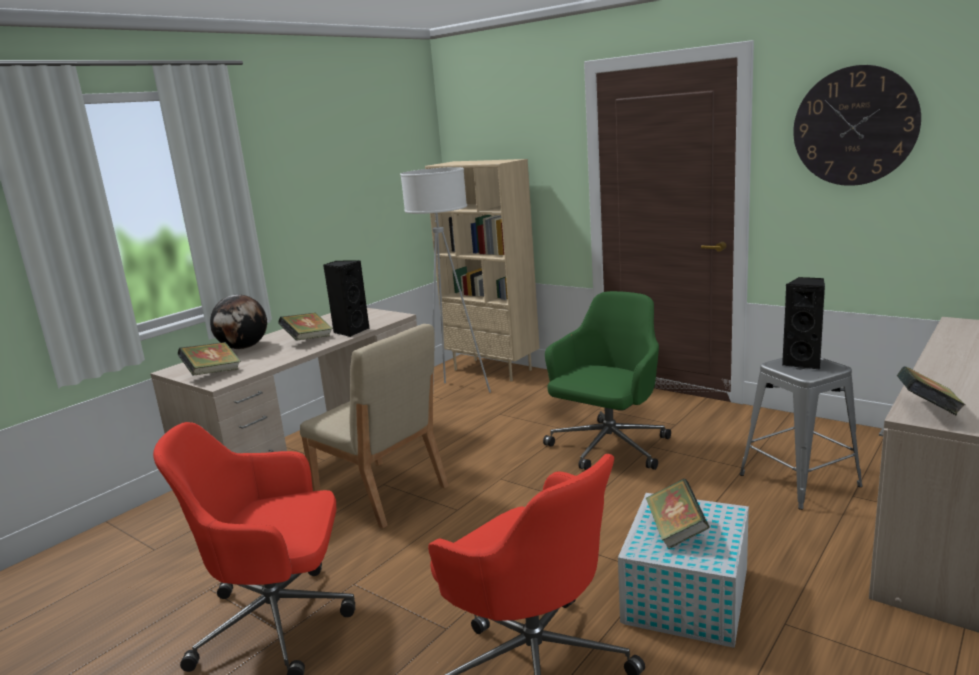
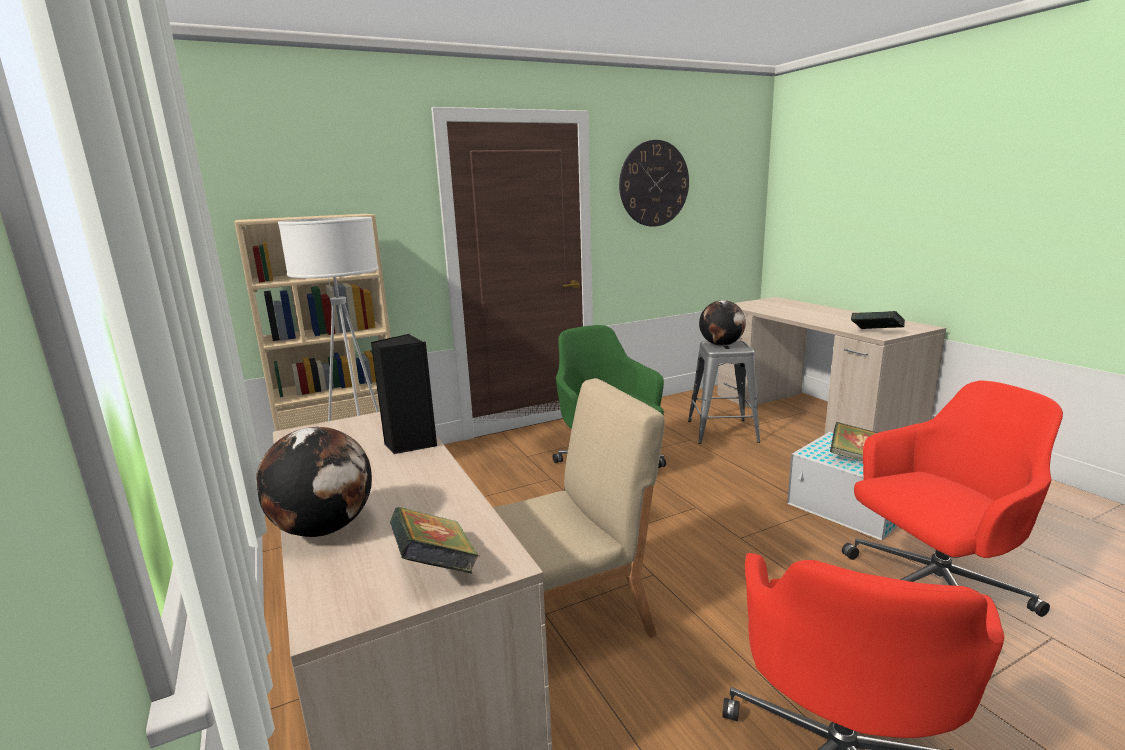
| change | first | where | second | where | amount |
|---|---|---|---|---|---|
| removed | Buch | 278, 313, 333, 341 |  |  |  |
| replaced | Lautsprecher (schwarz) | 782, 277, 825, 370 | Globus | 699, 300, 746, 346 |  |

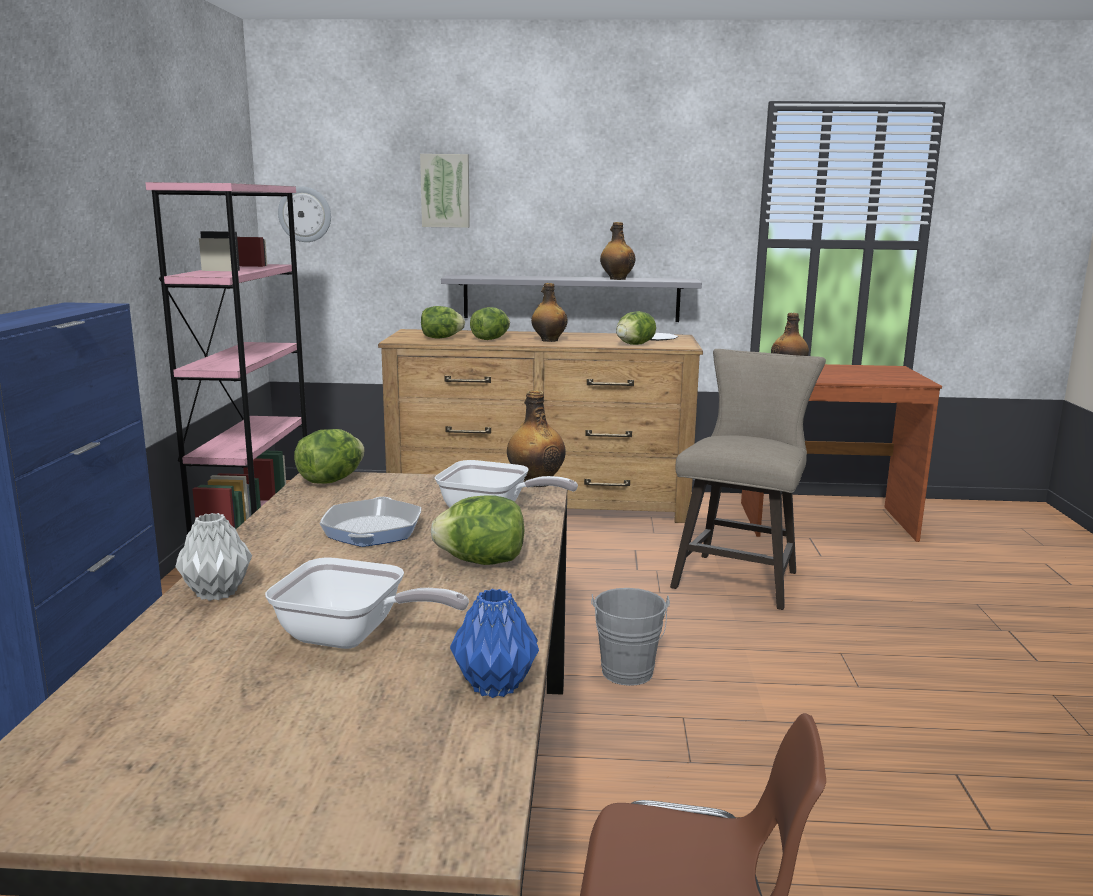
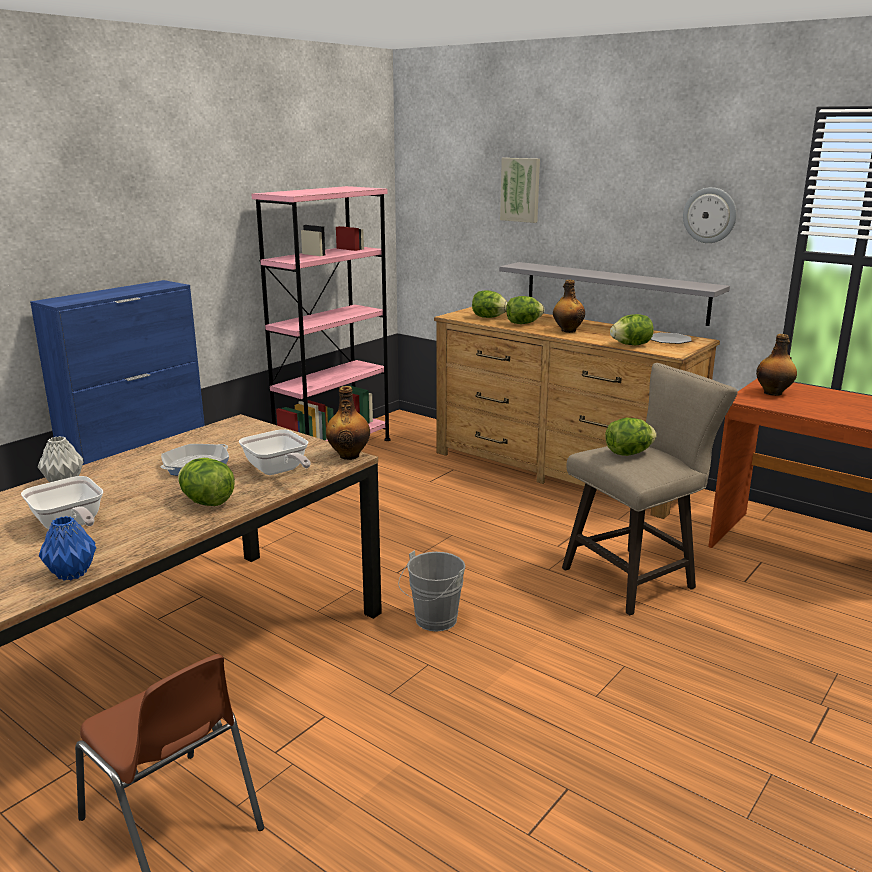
| change | first | where | second | where | amount |
|---|---|---|---|---|---|
| moved | Wanduhr | 278, 187, 331, 242 |  | 683, 187, 737, 243 |  |
| moved | Salatkopf | 294, 429, 365, 483 |  | 605, 418, 657, 456 |  |
| removed | Flasche | 600, 222, 635, 280 |  |  |  |

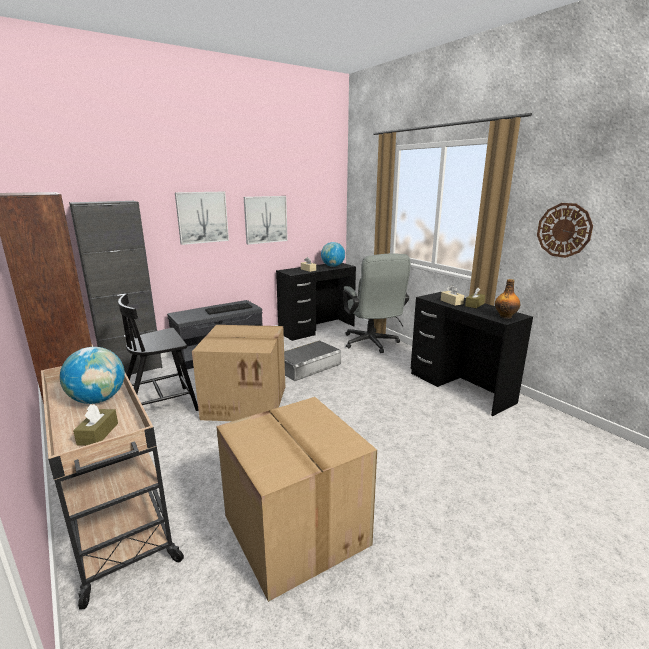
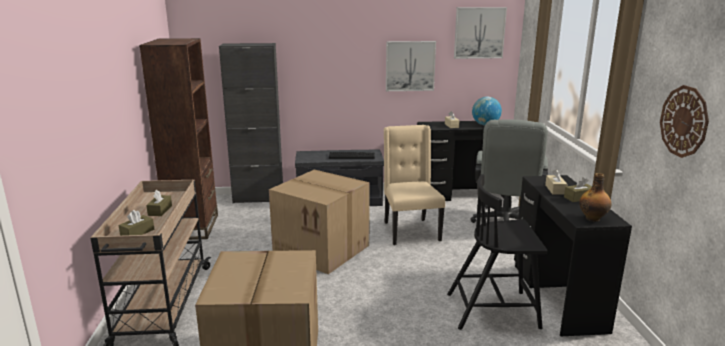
| change | first | where | second | where | amount |
|---|---|---|---|---|---|
| replaced | Globus | 60, 347, 125, 404 | Taschentuchbox (braun) | 146, 190, 172, 216 |  |
| moved | Stuhl (schwarz) | 118, 294, 199, 411 |  | 447, 174, 548, 330 |  |
| moved | Bild | 175, 192, 229, 245 |  | 454, 7, 507, 59 |  |
| replaced | Aufbewahrungsbox (grau) | 284, 341, 341, 381 | Stuhl (beige) | 384, 125, 445, 245 |  |

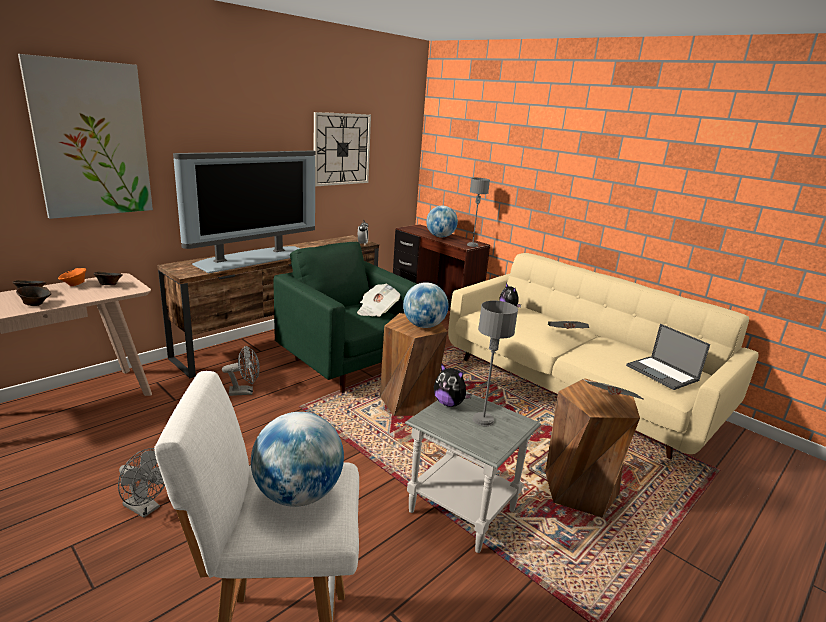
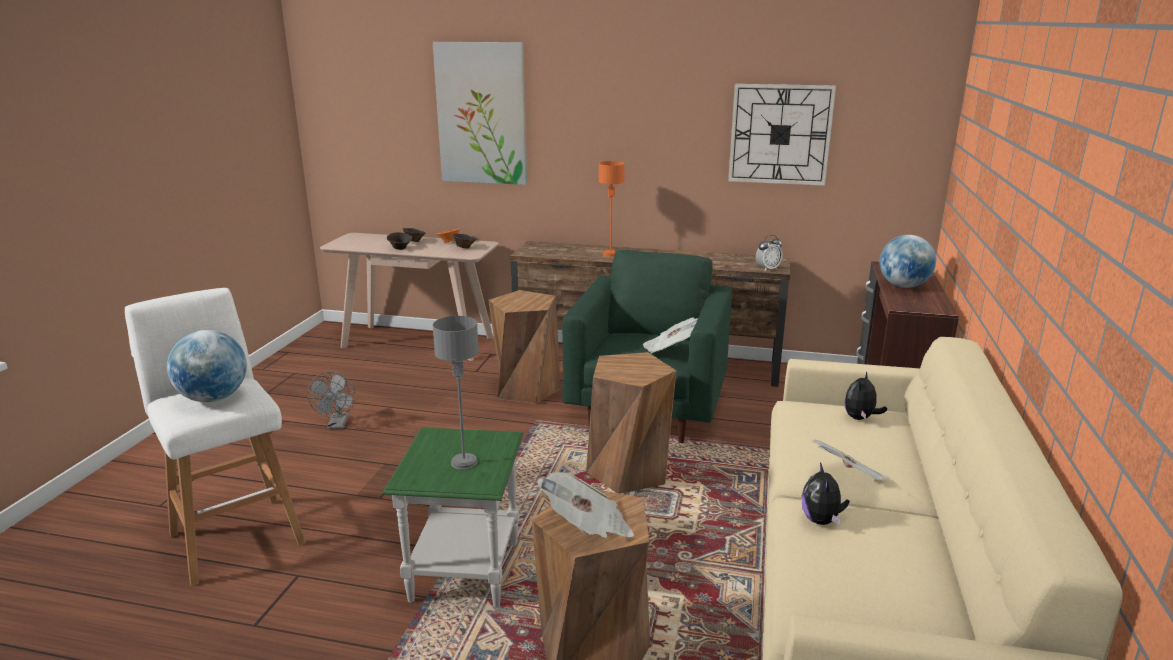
| change | first | where | second | where | amount |
|---|---|---|---|---|---|
| replaced | Fernseher | 173, 151, 315, 273 | Tischlampe (orange) | 599, 161, 625, 257 |  |
| replaced | Ventilator (grau) | 222, 345, 260, 396 | Hocker (braun) | 489, 290, 561, 404 |  |
| removed | Globus | 403, 282, 448, 328 |  |  |  |
| recoloured | Beistelltisch (grau) | 405, 392, 541, 553 | Beistelltisch (grün) | 382, 427, 524, 607 |  |
| moved | Plüschtier | 434, 363, 472, 407 |  | 802, 462, 850, 525 |  |
| removed | Tischlampe (grau) | 467, 178, 490, 247 |  |  |  |
| removed | Laptop | 626, 324, 710, 390 |  |  |  |

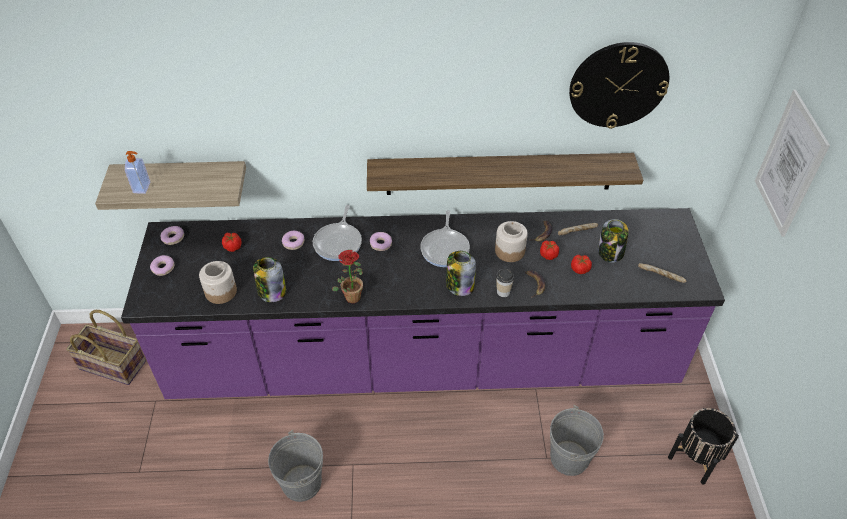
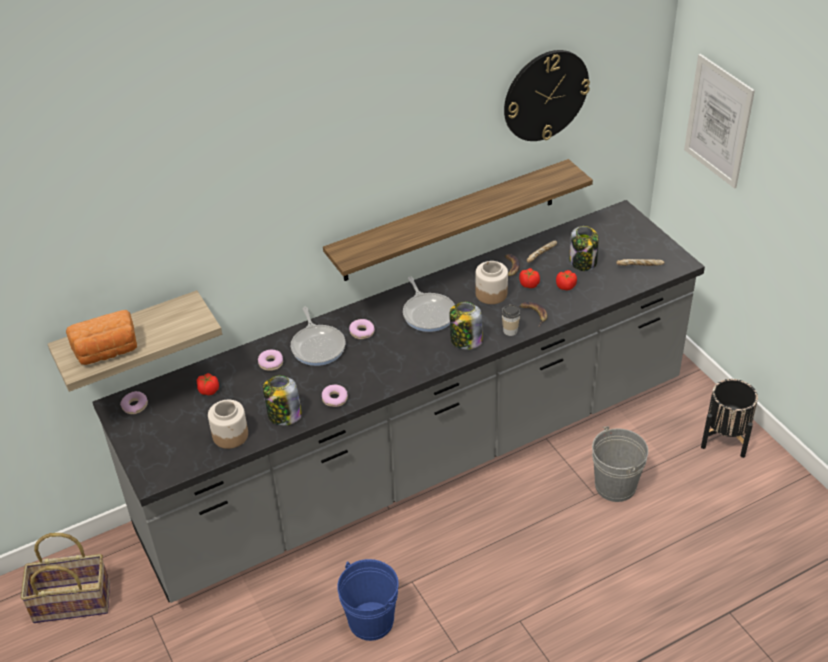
| change | first | where | second | where | amount |
|---|---|---|---|---|---|
| recoloured | Küchenzeile (lila) | 121, 208, 725, 399 | Küchenzeile (grau) | 92, 200, 705, 603 |  |
| replaced | Seifenspender | 125, 151, 150, 194 | Brot | 66, 310, 137, 365 |  |
| moved | Donut | 150, 255, 174, 276 |  | 322, 385, 348, 407 |  |
| recoloured | Eimer (grau) | 268, 430, 323, 502 | Eimer (blau) | 337, 559, 399, 641 |  |
| removed | Topfpflanze | 332, 250, 363, 303 |  |  |  |

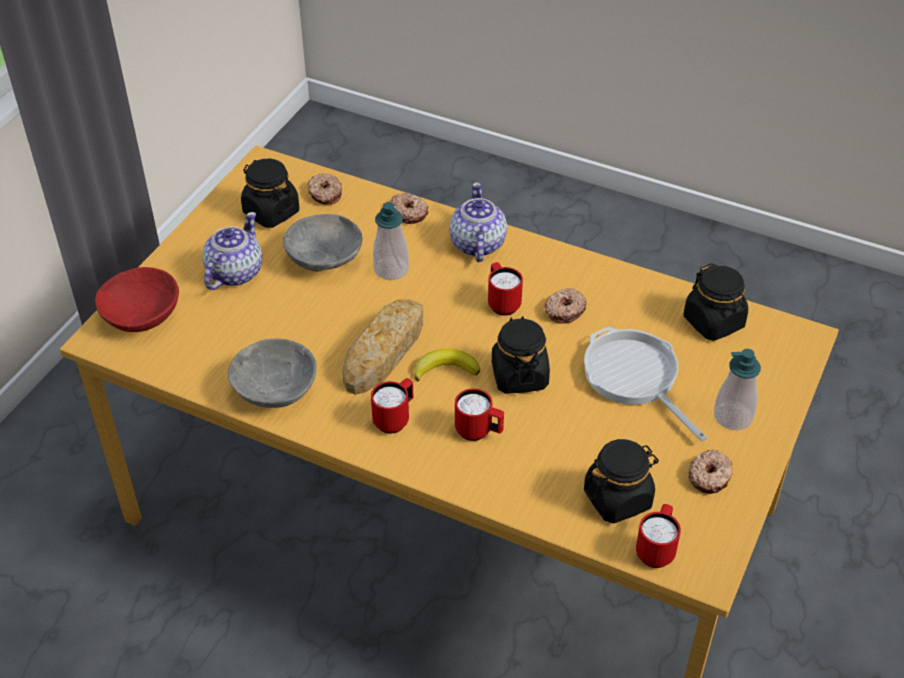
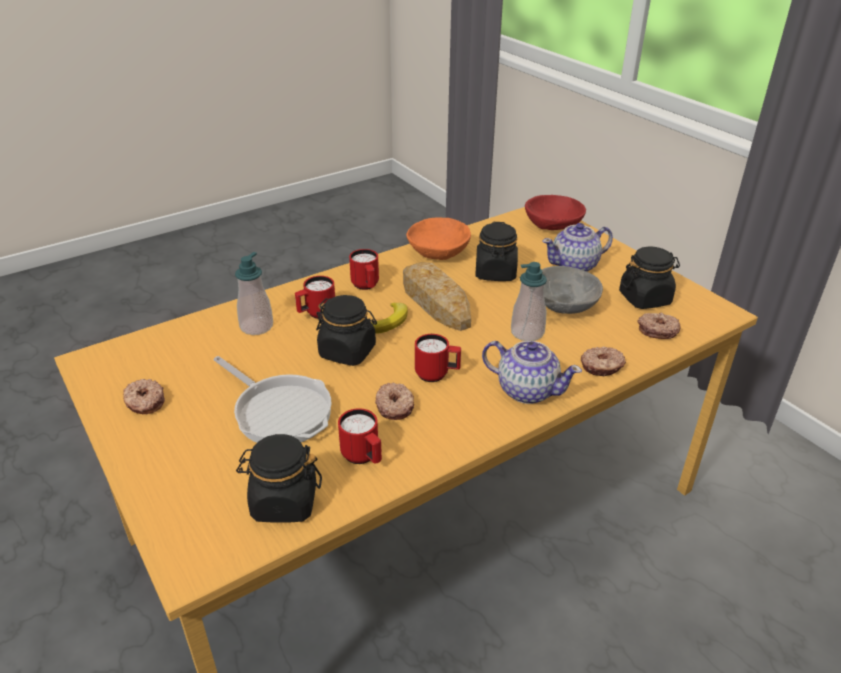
| change | first | where | second | where | amount |
|---|---|---|---|---|---|
| turned | Teekanne | 202, 212, 262, 290 |  | 542, 223, 613, 272 | 105 degrees clockwise |
| recoloured | Schüssel (grau) | 228, 339, 317, 408 | Schüssel (orange) | 406, 217, 471, 260 |  |
| turned | Pfanne | 584, 327, 707, 442 |  | 214, 356, 331, 443 | 45 degrees clockwise |
| moved | Vorratsglas (schwarz) | 584, 439, 659, 524 |  | 475, 222, 518, 281 |  |
| moved | Henkelbecher (rot) | 636, 504, 681, 568 |  | 338, 408, 382, 464 |  |
| moved | Seifenspender | 714, 349, 761, 430 |  | 235, 252, 273, 335 |  |

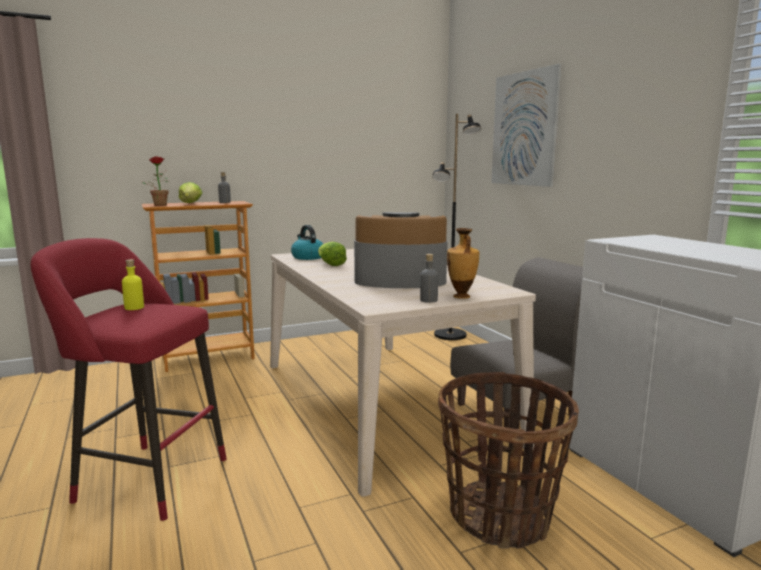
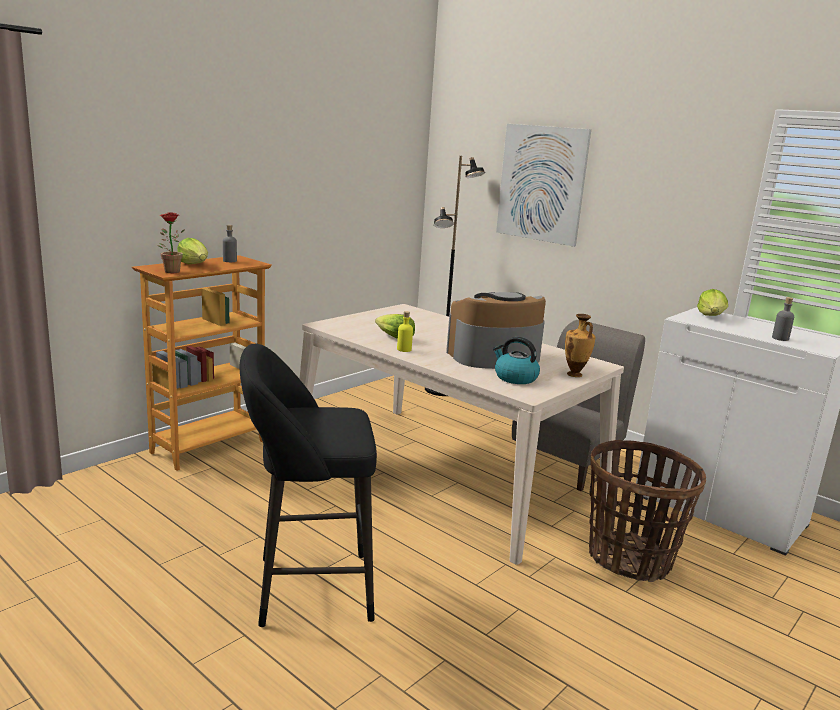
| change | first | where | second | where | amount |
|---|---|---|---|---|---|
| recoloured | Hocker (rot) | 30, 238, 227, 521 | Hocker (schwarz) | 240, 344, 377, 627 |  |
| moved | Flasche (gelb) | 122, 259, 144, 310 |  | 397, 311, 413, 352 |  |
| moved | Wasserkessel | 291, 225, 323, 260 |  | 493, 337, 540, 384 |  |
| moved | Flasche (grau) | 420, 254, 438, 303 |  | 772, 297, 794, 341 |  |
| added |  |  | Salatkopf | 697, 289, 728, 316 |  |

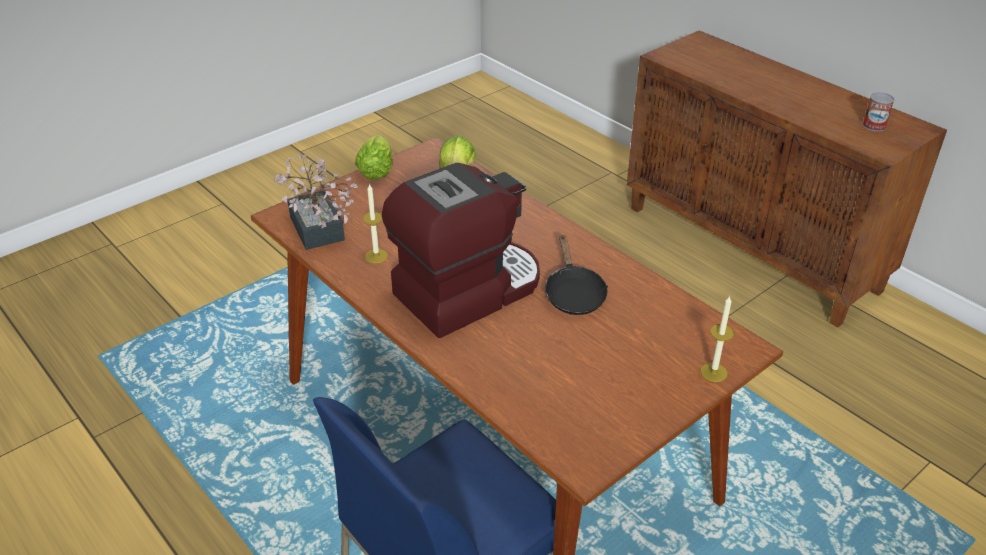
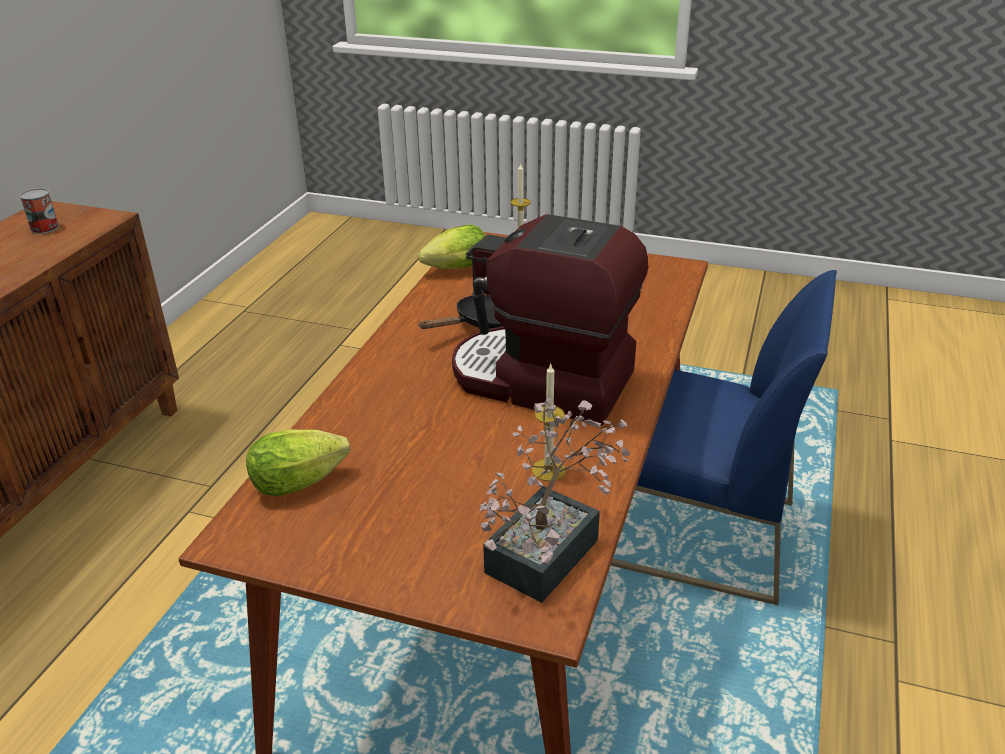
| change | first | where | second | where | amount |
|---|---|---|---|---|---|
| moved | Salatkopf | 355, 135, 393, 180 |  | 418, 225, 485, 269 |  |

